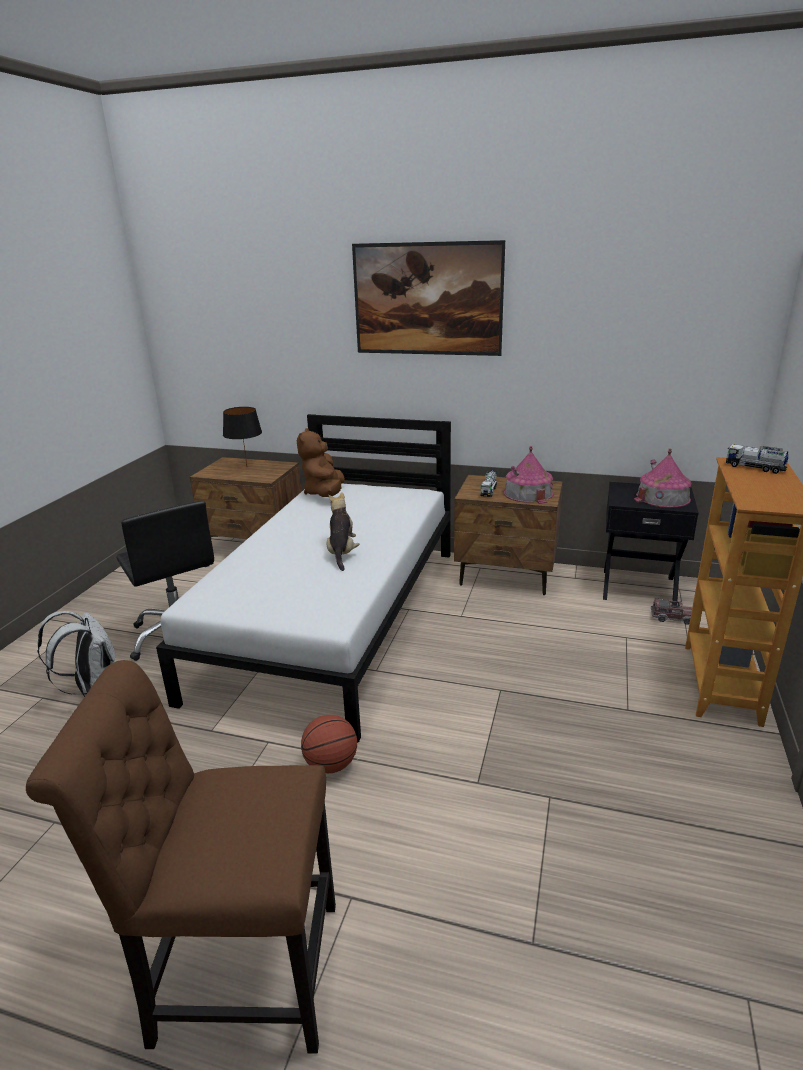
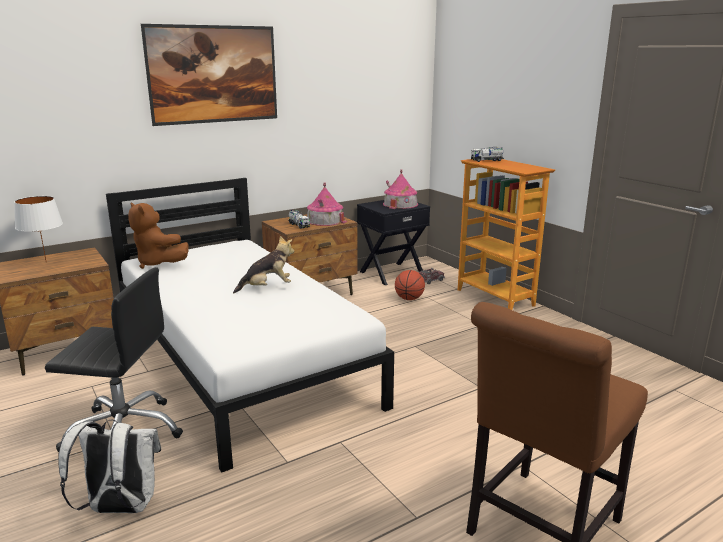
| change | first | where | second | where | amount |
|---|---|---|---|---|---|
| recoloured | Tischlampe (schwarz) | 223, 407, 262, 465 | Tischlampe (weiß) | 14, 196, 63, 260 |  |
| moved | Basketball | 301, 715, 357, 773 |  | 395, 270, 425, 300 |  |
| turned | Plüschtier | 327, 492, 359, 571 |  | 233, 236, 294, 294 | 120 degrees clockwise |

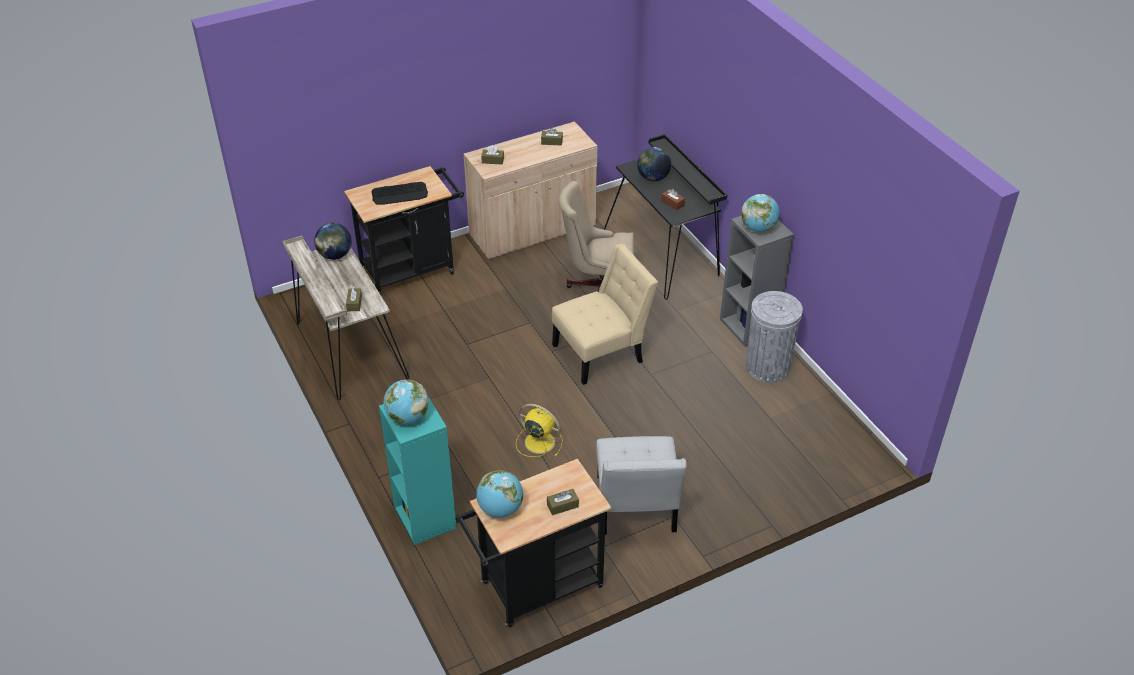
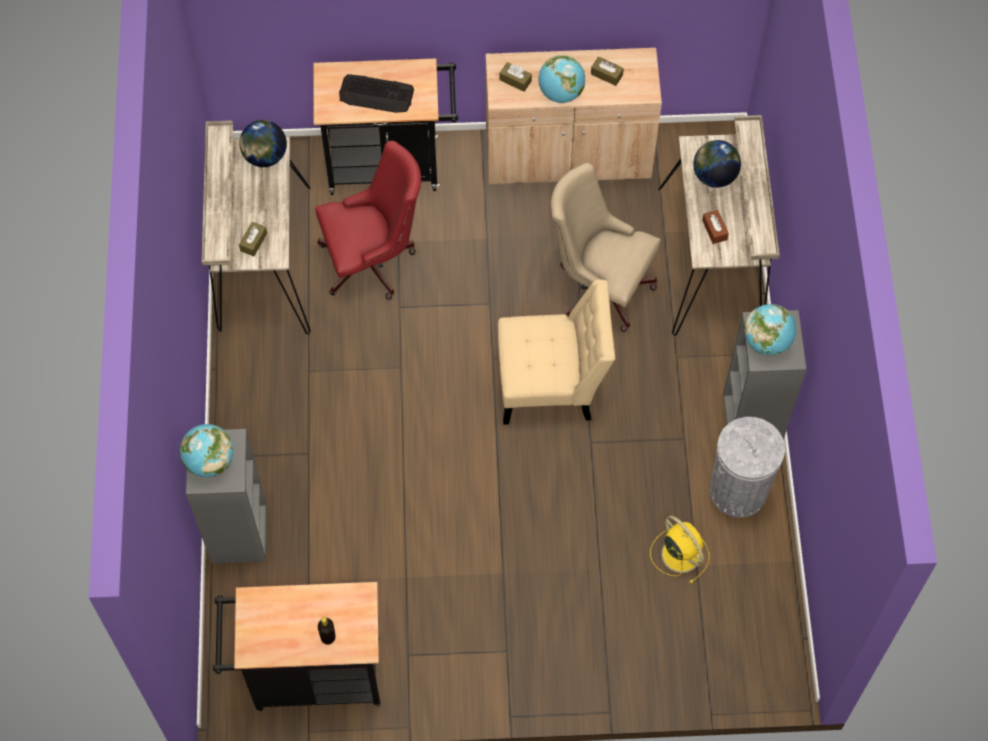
| change | first | where | second | where | amount |
|---|---|---|---|---|---|
| recoloured | Bücherregal (türkis) | 379, 397, 457, 545 | Bücherregal (grau) | 186, 429, 266, 564 |  |
| moved | Globus | 476, 471, 523, 518 |  | 538, 55, 585, 103 |  |
| moved | Ventilator (gelb) | 516, 404, 563, 457 |  | 650, 515, 709, 583 |  |
| replaced | Taschentuchbox (braun) | 547, 489, 579, 515 | Flasche (schwarz) | 318, 616, 336, 645 |  |
| removed | Stuhl (weiß) | 596, 436, 686, 535 |  |  |  |
| recoloured | Schreibtisch (schwarz) | 604, 134, 727, 299 | Schreibtisch (beige) | 658, 115, 779, 336 |  |
| added |  |  | Bürostuhl (rot) | 315, 141, 421, 300 |  |

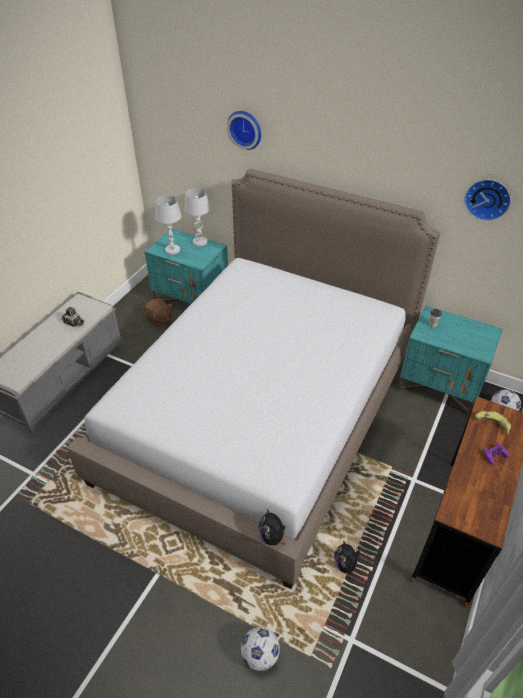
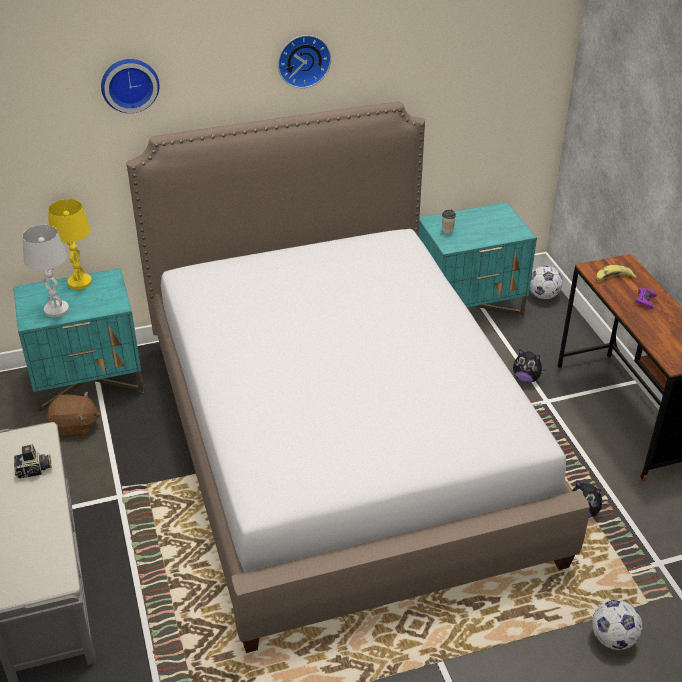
| change | first | where | second | where | amount |
|---|---|---|---|---|---|
| recoloured | Tischlampe (weiß) | 184, 188, 210, 246 | Tischlampe (gelb) | 48, 199, 92, 289 |  |
| moved | Plüschtier | 258, 509, 285, 546 |  | 513, 349, 546, 382 |  |
| moved | Wanduhr | 464, 179, 511, 221 |  | 278, 35, 331, 88 |  |

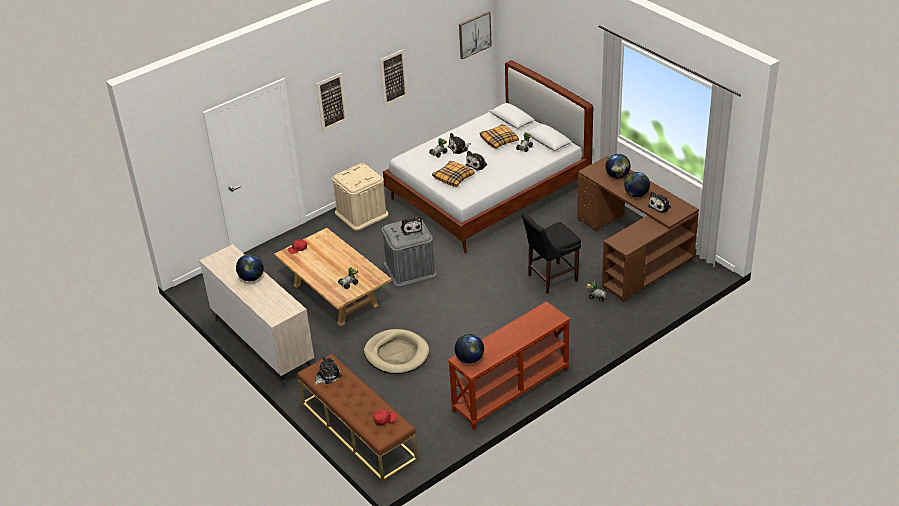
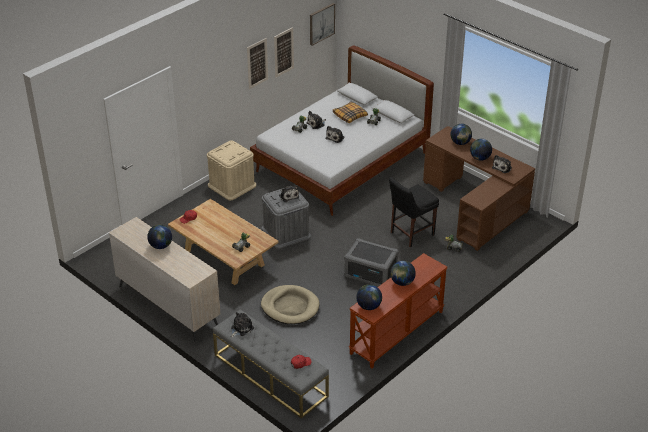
| change | first | where | second | where | amount |
|---|---|---|---|---|---|
| recoloured | Bank (braun) | 297, 354, 418, 482 | Bank (grau) | 213, 309, 329, 419 |  |
| moved | Bild | 316, 73, 348, 131 |  | 274, 27, 294, 78 |  |
| removed | Kissen | 432, 161, 475, 187 |  |  |  |
| added |  |  | Aufbewahrungsbox (grau) | 344, 238, 399, 286 |  |
| added |  |  | Globus | 390, 261, 416, 286 |  |

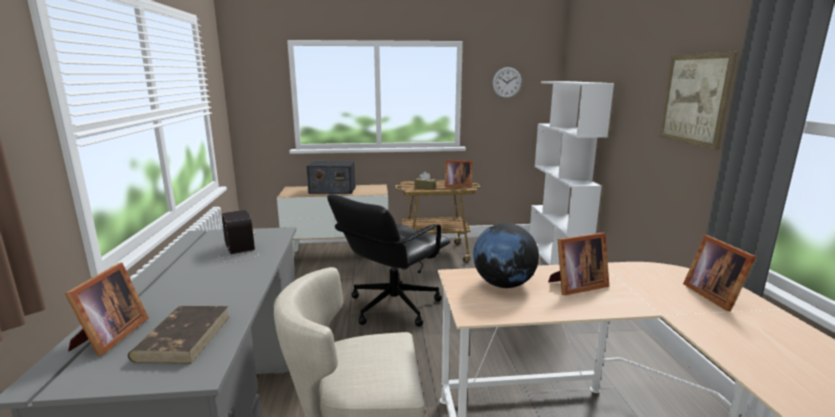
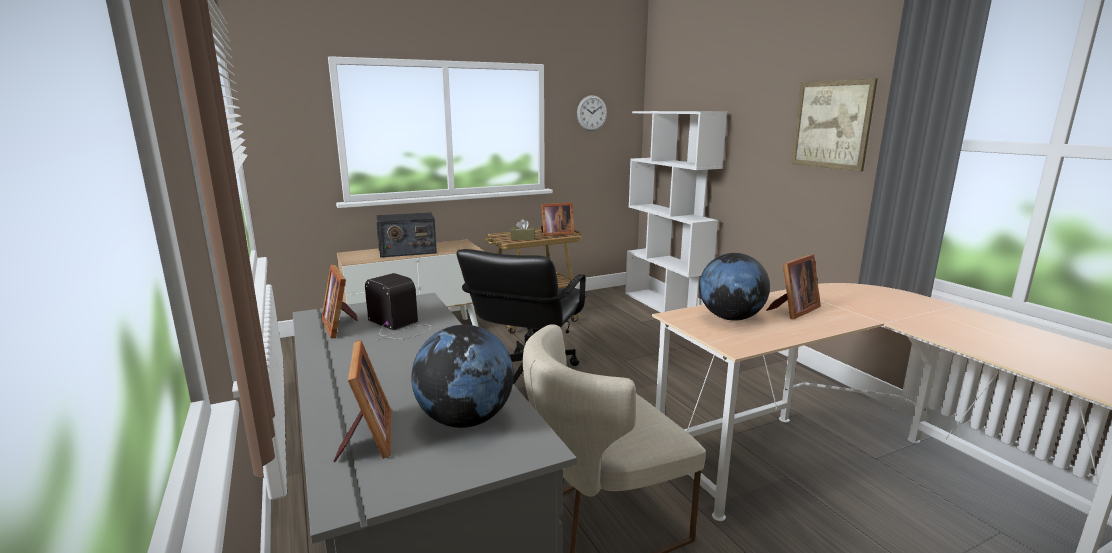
| change | first | where | second | where | amount |
|---|---|---|---|---|---|
| replaced | Buch (braun) | 128, 306, 229, 364 | Globus | 411, 325, 514, 428 |  |
| moved | Bilderrahmen | 683, 235, 756, 311 |  | 322, 265, 357, 338 |  |

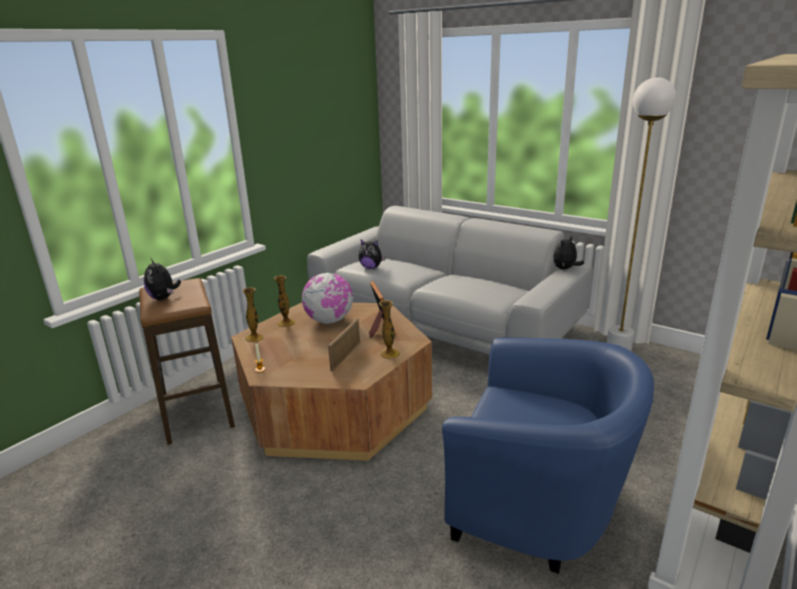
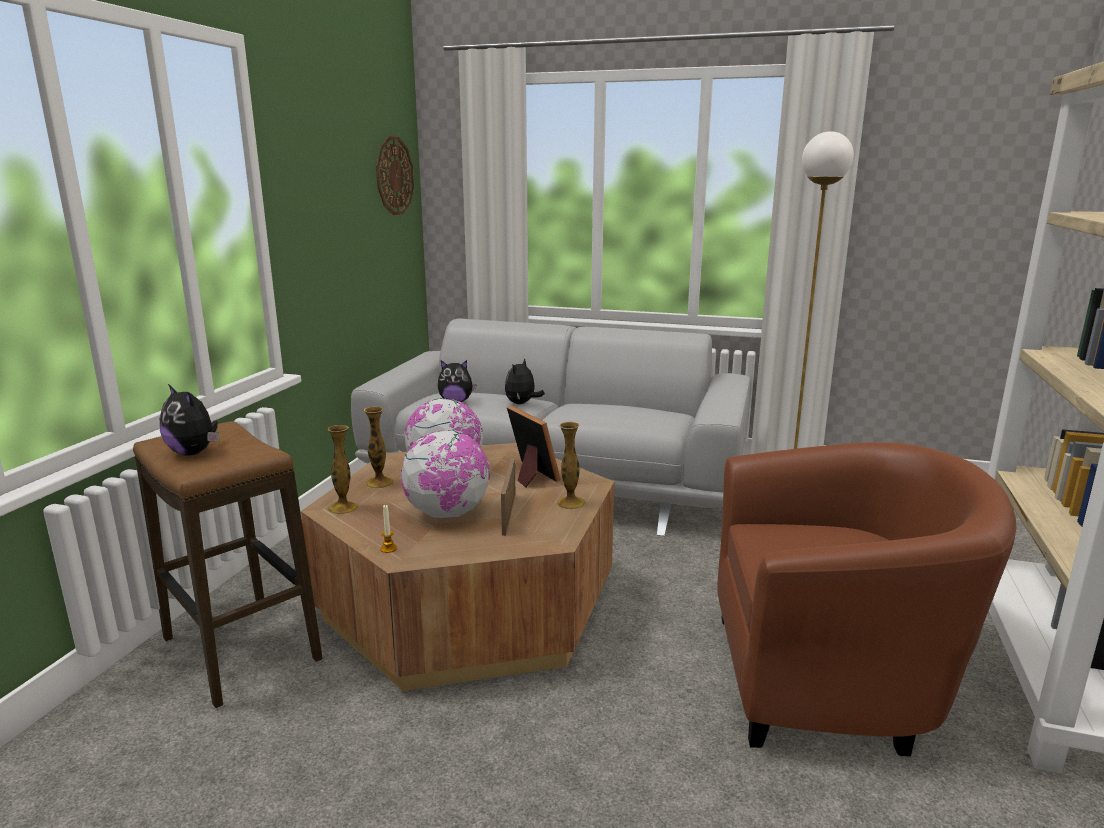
| change | first | where | second | where | amount |
|---|---|---|---|---|---|
| recoloured | Sessel (blau) | 442, 338, 654, 574 | Sessel (braun) | 717, 442, 1017, 757 |  |
| moved | Plüschtier | 553, 236, 584, 270 |  | 505, 358, 545, 404 |  |
| added |  |  | Wanduhr | 376, 136, 414, 215 |  |
| added |  |  | Globus | 401, 430, 490, 518 |  |

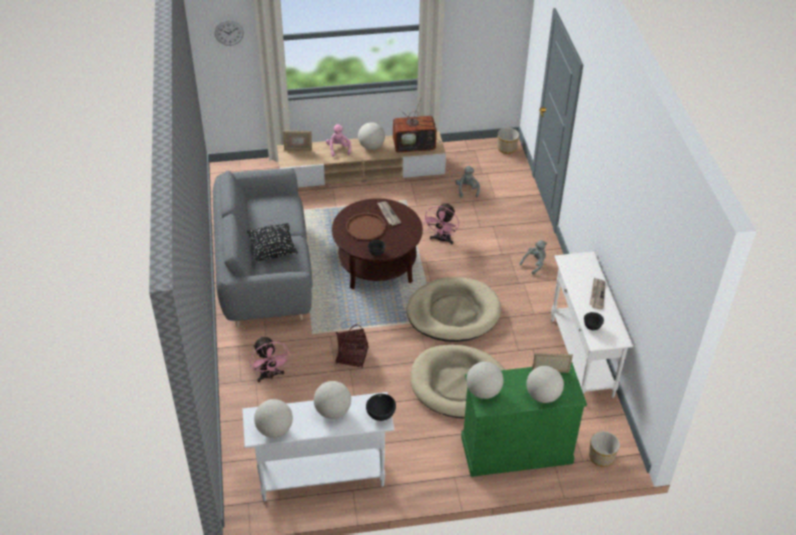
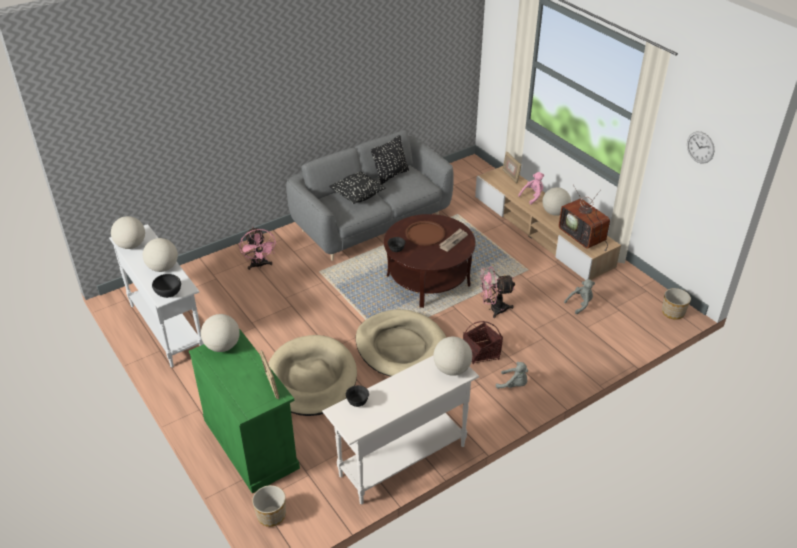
| change | first | where | second | where | amount |
|---|---|---|---|---|---|
| moved | Wanduhr | 215, 20, 244, 46 |  | 687, 131, 714, 164 |  |
| turned | Ventilator (rosa) | 250, 336, 291, 382 |  | 240, 227, 276, 270 | 60 degrees counterclockwise |
| moved | Korb | 335, 324, 368, 368 |  | 463, 321, 503, 364 |  |
| moved | Globus | 526, 366, 564, 403 |  | 433, 337, 472, 376 |  |
| removed | Zeitung | 590, 278, 606, 309 |  |  |  |
| added |  |  | Kissen (schwarz) | 371, 135, 409, 185 |  |

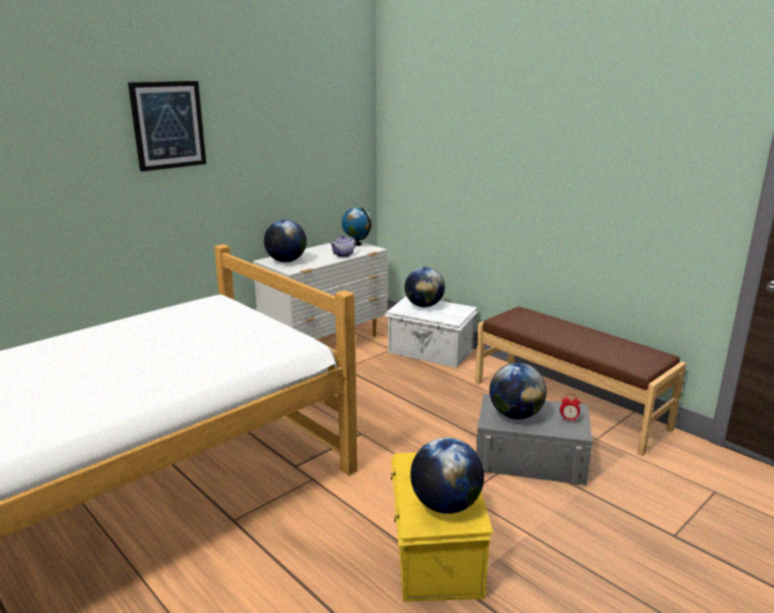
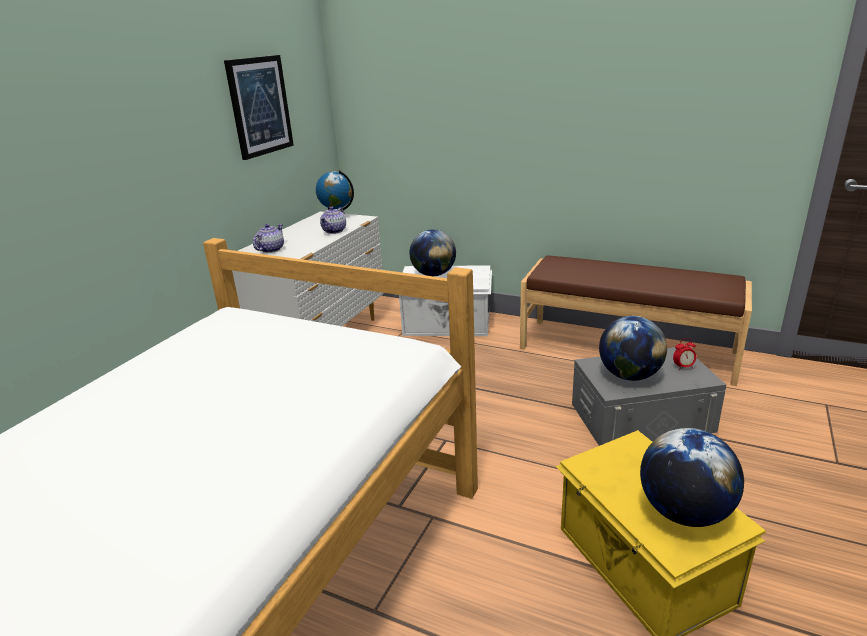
| change | first | where | second | where | amount |
|---|---|---|---|---|---|
| moved | Bild | 128, 81, 206, 172 |  | 224, 55, 294, 160 |  |
| replaced | Globus | 264, 220, 307, 262 | Teekanne | 253, 224, 284, 253 |  |

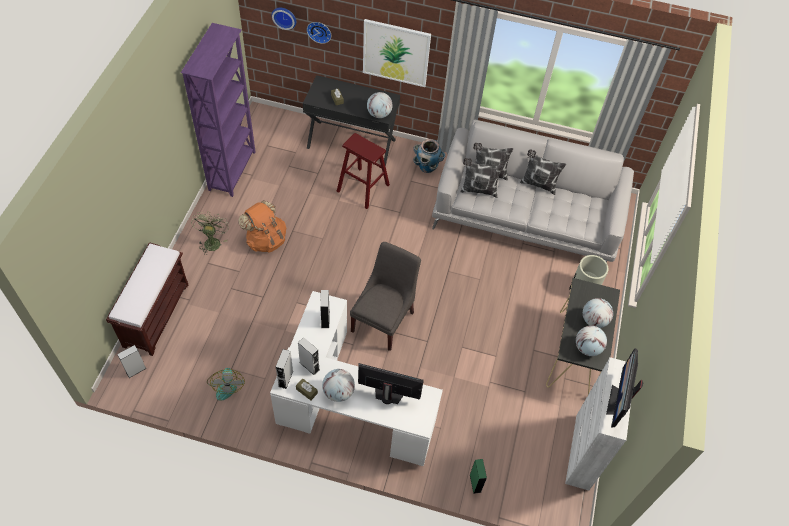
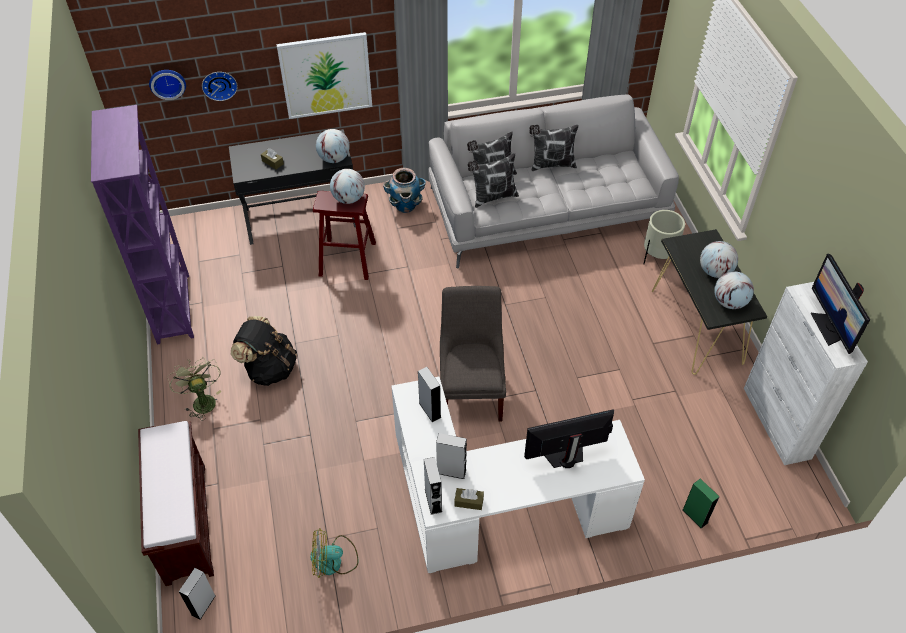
| change | first | where | second | where | amount |
|---|---|---|---|---|---|
| turned | Ventilator | 207, 368, 245, 401 |  | 310, 528, 358, 578 | 120 degrees clockwise |
| recoloured | Rucksack (orange) | 238, 200, 286, 253 | Rucksack (schwarz) | 231, 316, 297, 386 |  |
| moved | Globus | 322, 369, 355, 402 |  | 330, 169, 365, 204 |  |

